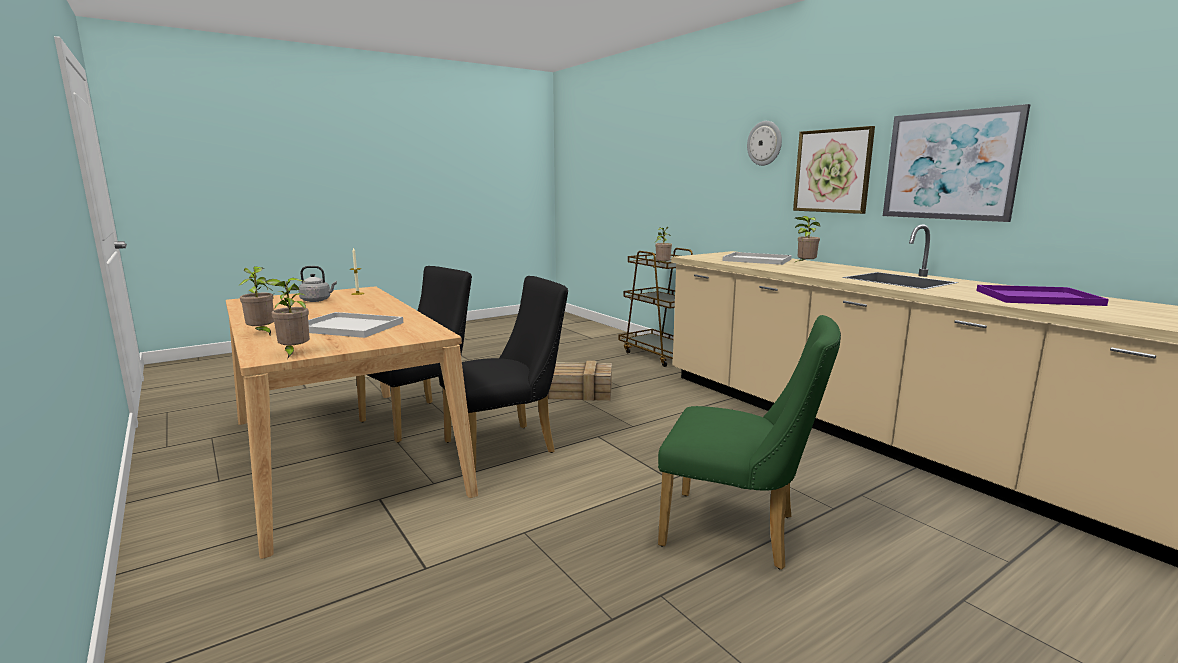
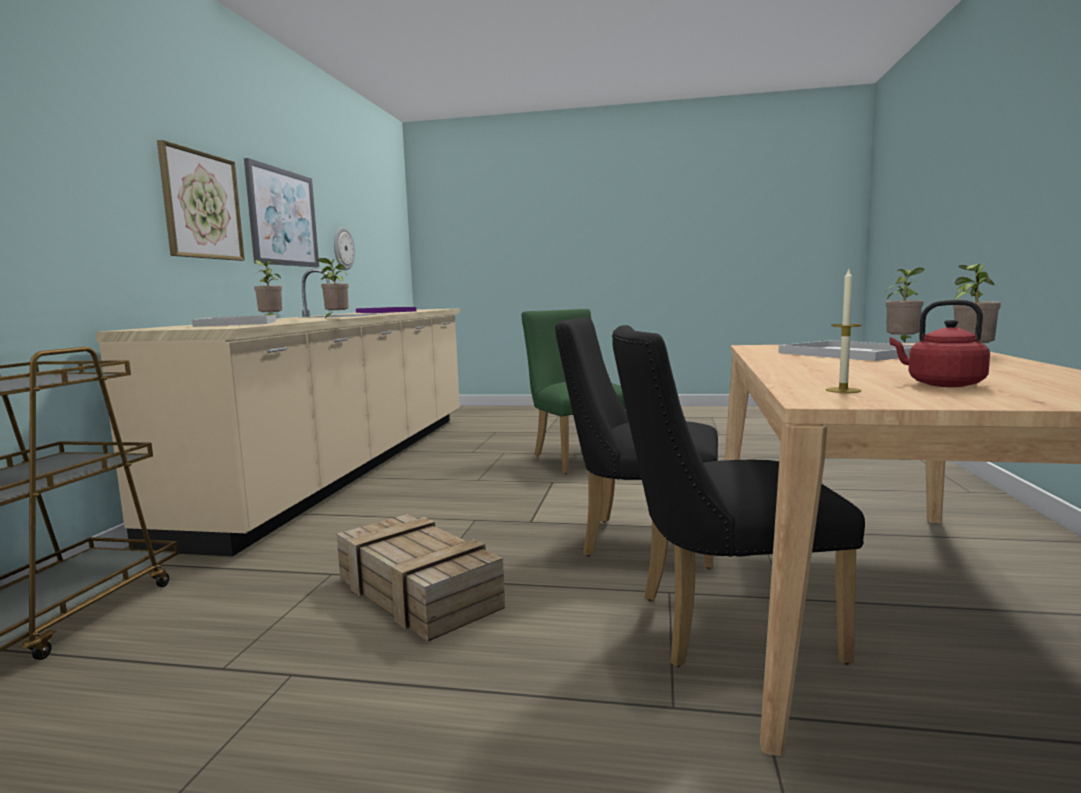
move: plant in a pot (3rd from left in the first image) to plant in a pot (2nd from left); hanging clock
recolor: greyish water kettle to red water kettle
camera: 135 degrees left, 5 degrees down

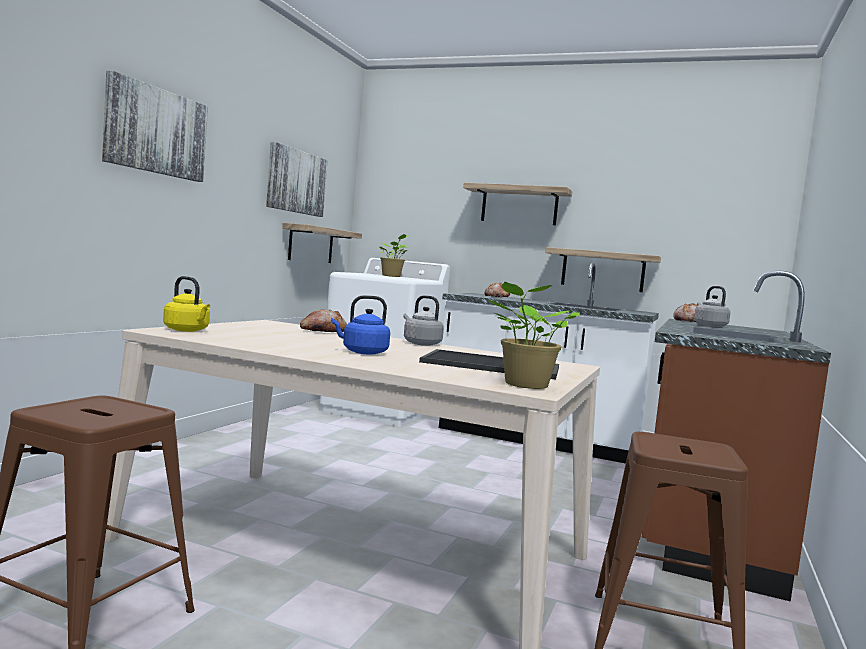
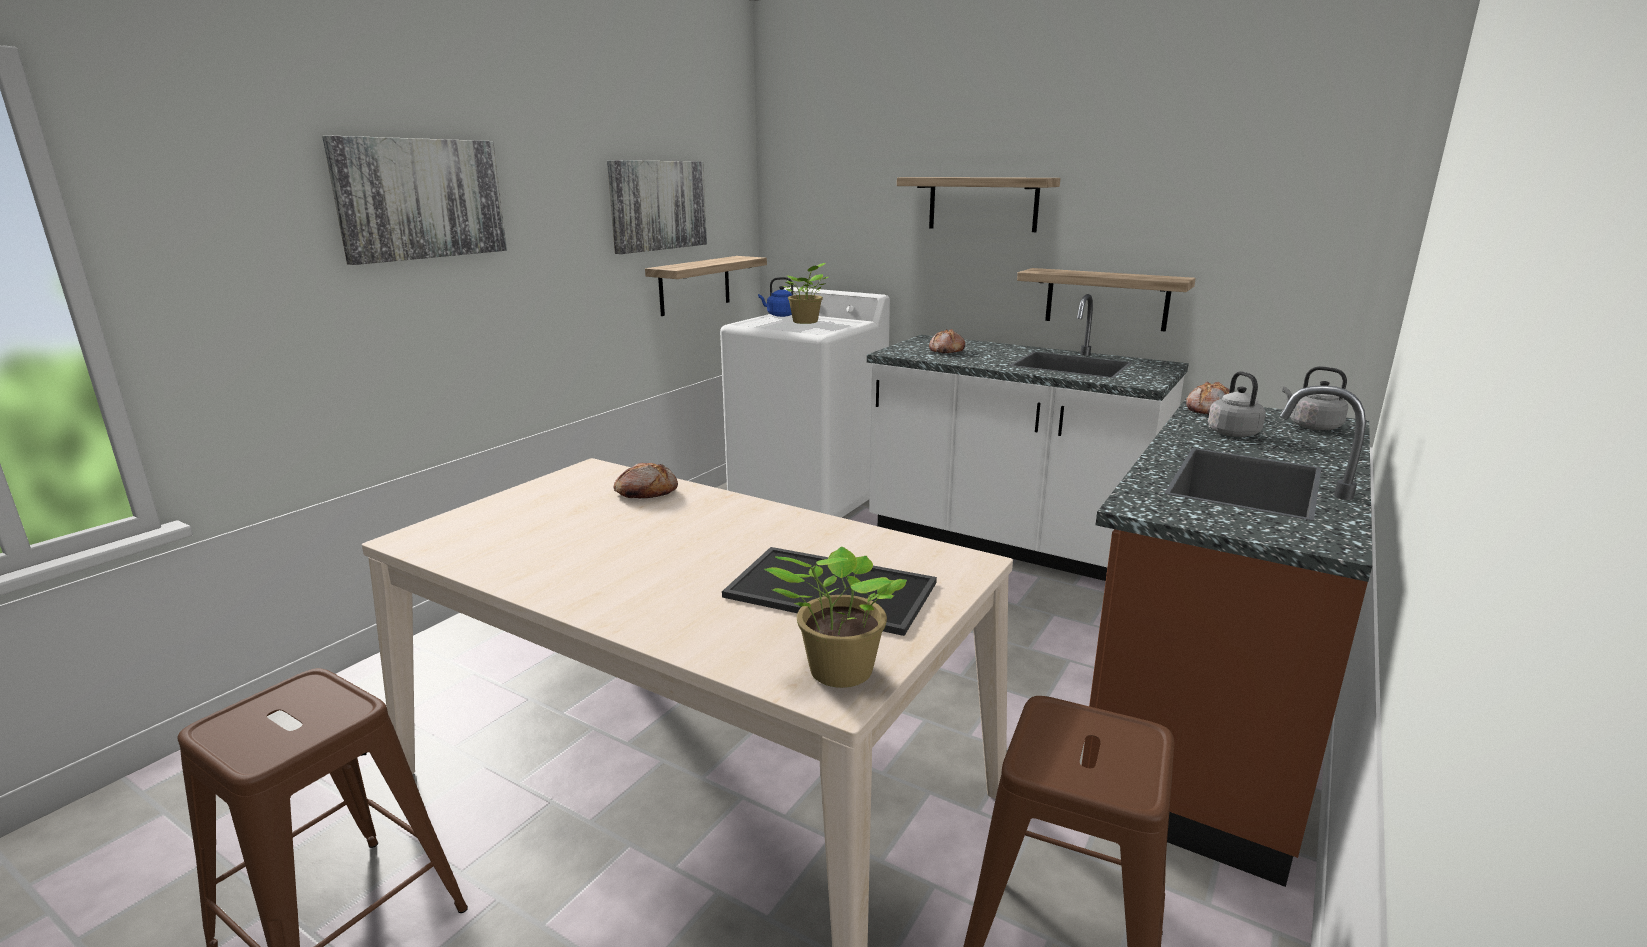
delete: yellow-coloured water kettle
move: bluish water kettle; greyish water kettle (1st from left in the first image) to greyish water kettle (2nd from left)
camera: 10 degrees right, 15 degrees up

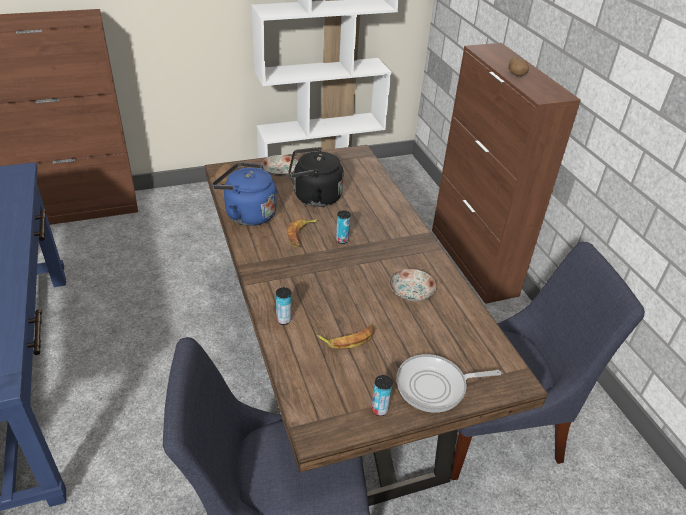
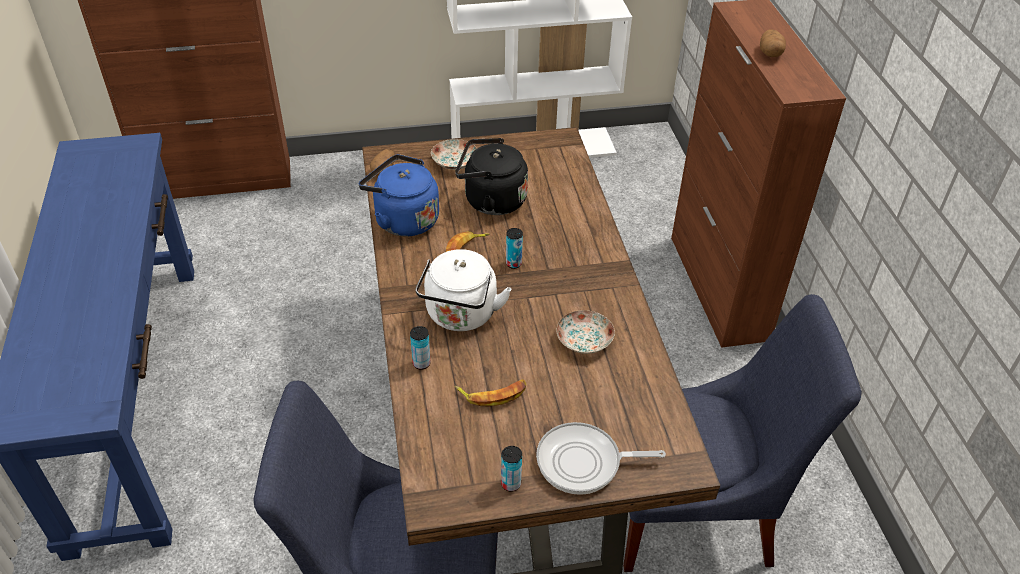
insert: whitish water kettle
camera: 10 degrees right, 5 degrees up

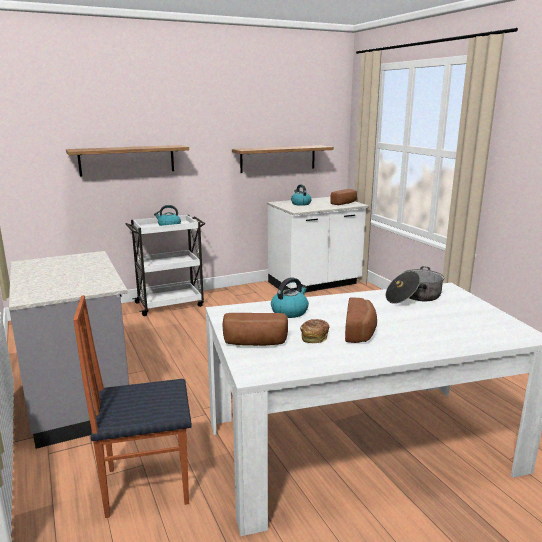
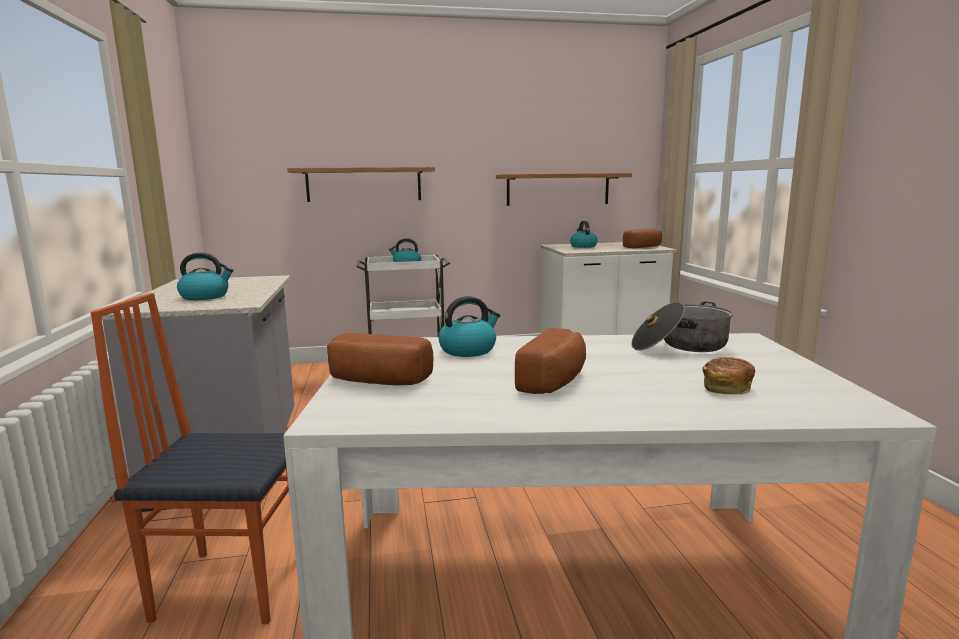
insert: water kettle (1st from left)
move: bread (2nd from left in the first image) to bread (4th from left)
camera: 15 degrees right, 5 degrees down

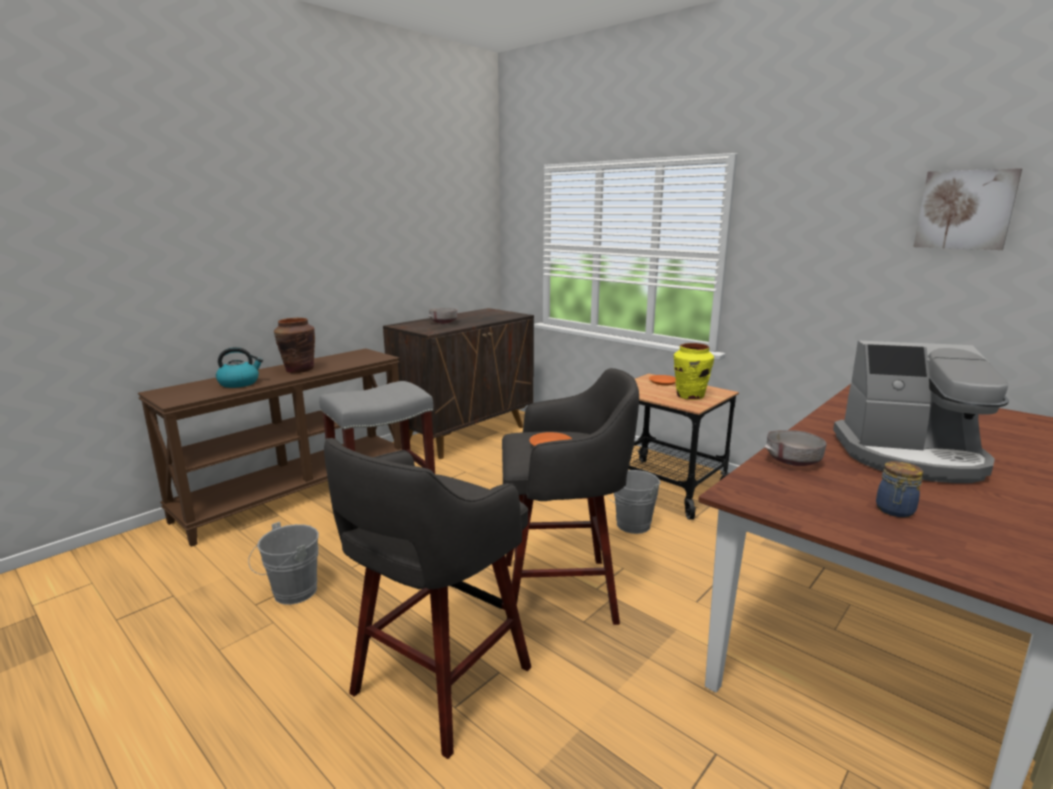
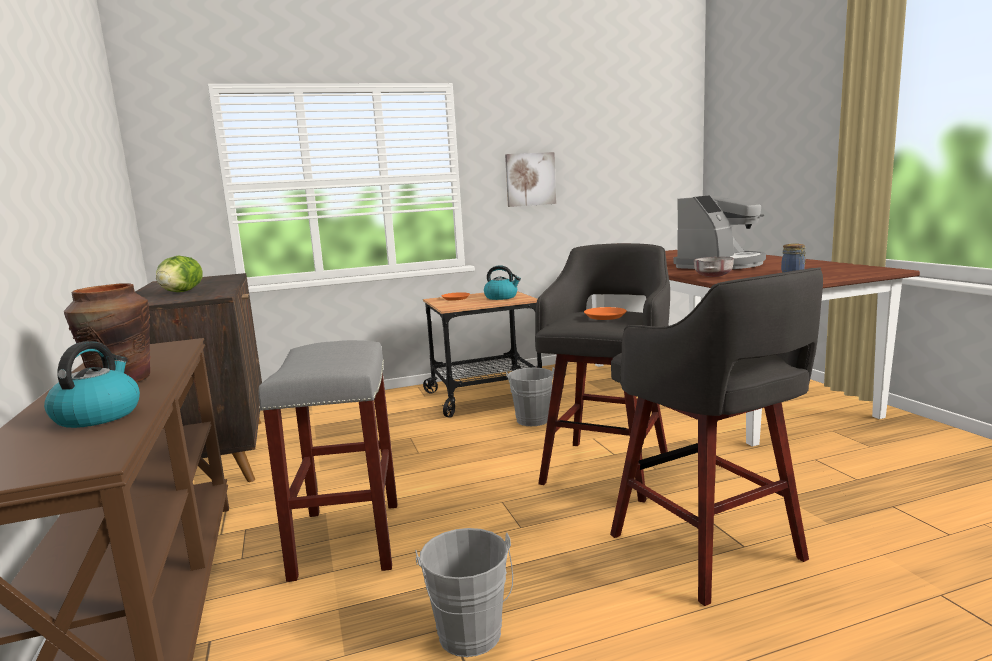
move: picture
replace: greyish bowl (1st from left) to head of lettuce; yellow-coloured decorative vase to water kettle (2nd from left)
camera: 60 degrees left, 5 degrees down

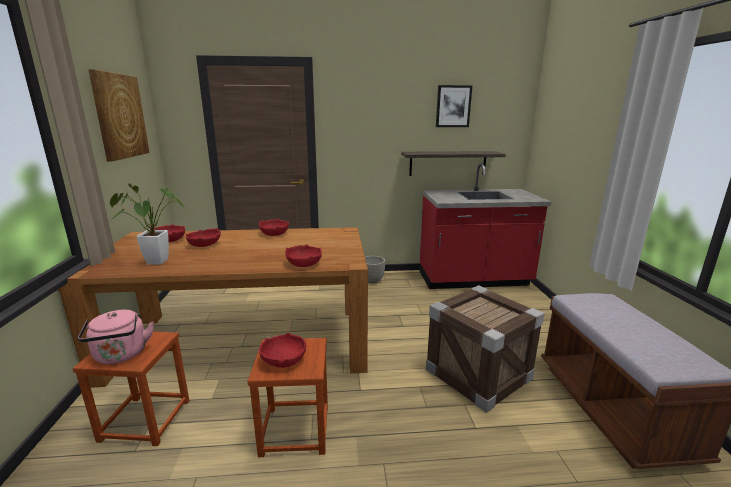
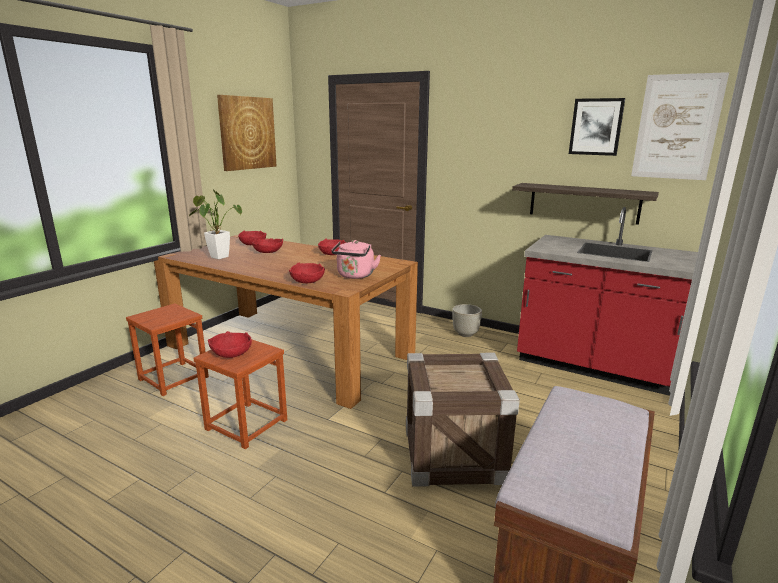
insert: picture (3rd from left)
move: pink-coloured water kettle
camera: 35 degrees right, 0 degrees up

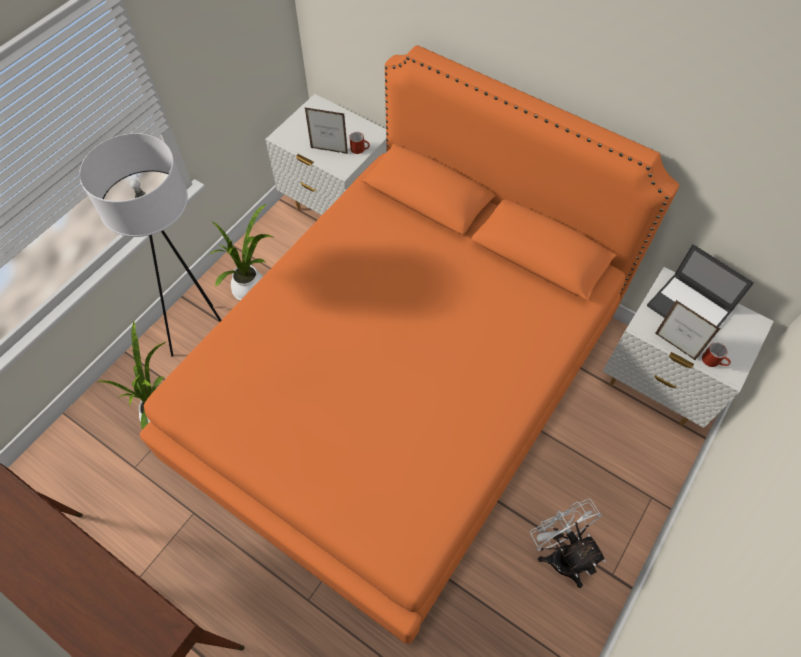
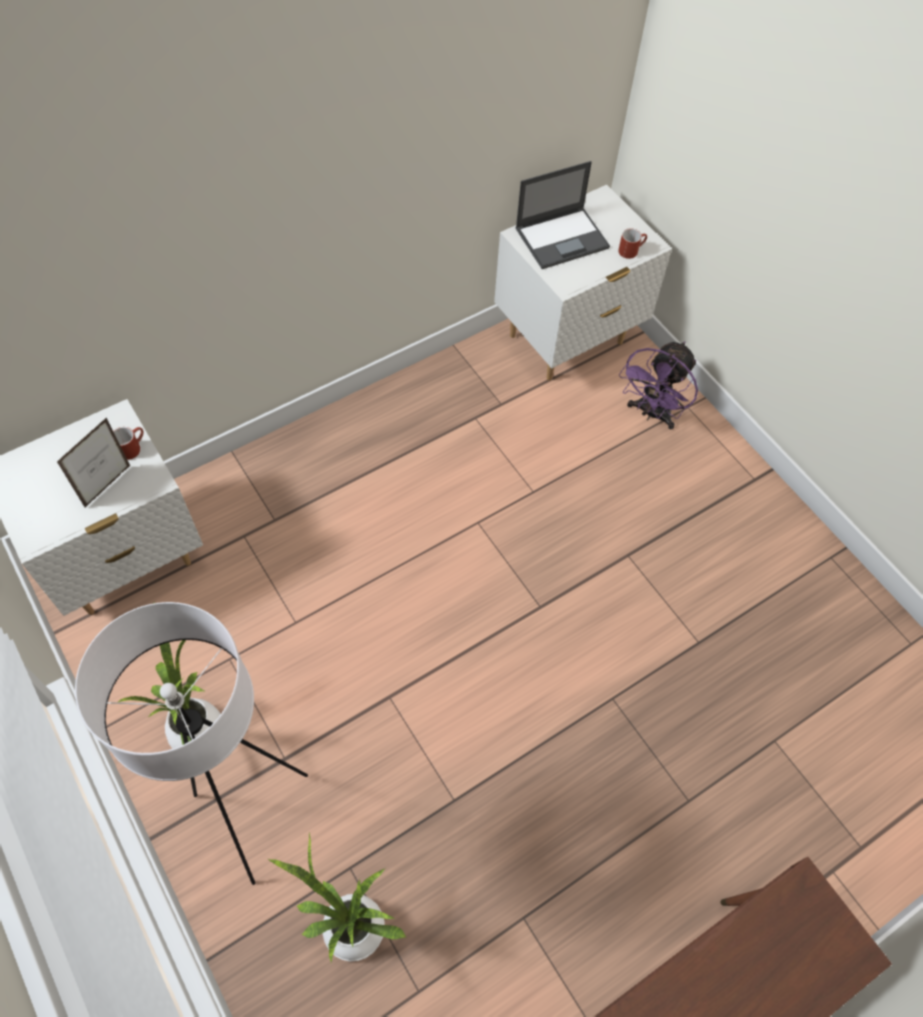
delete: orange bed; whitish electric fan; photo frame (2nd from left)
insert: purple-coloured electric fan
camera: 70 degrees left, 0 degrees up

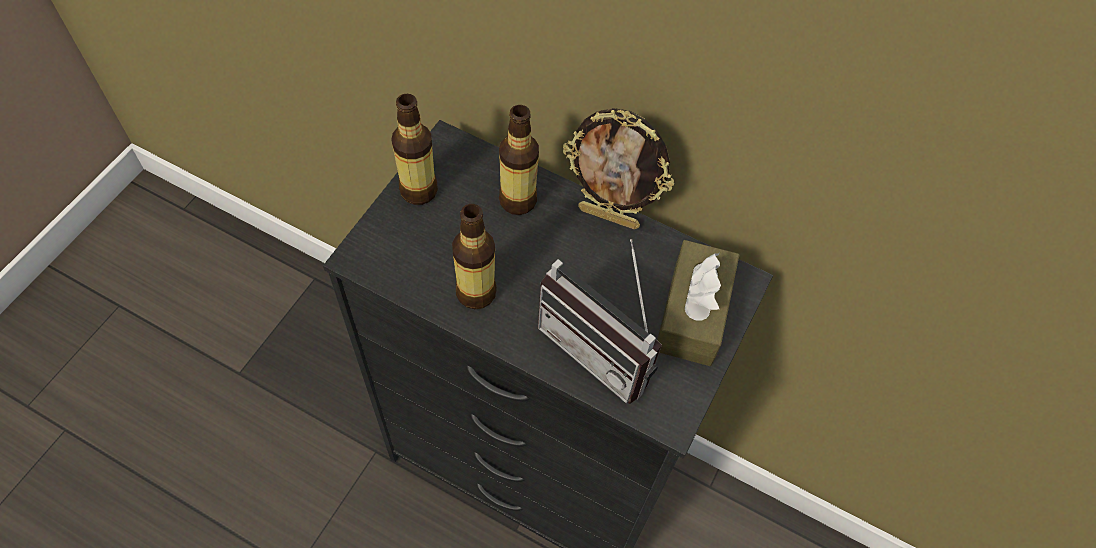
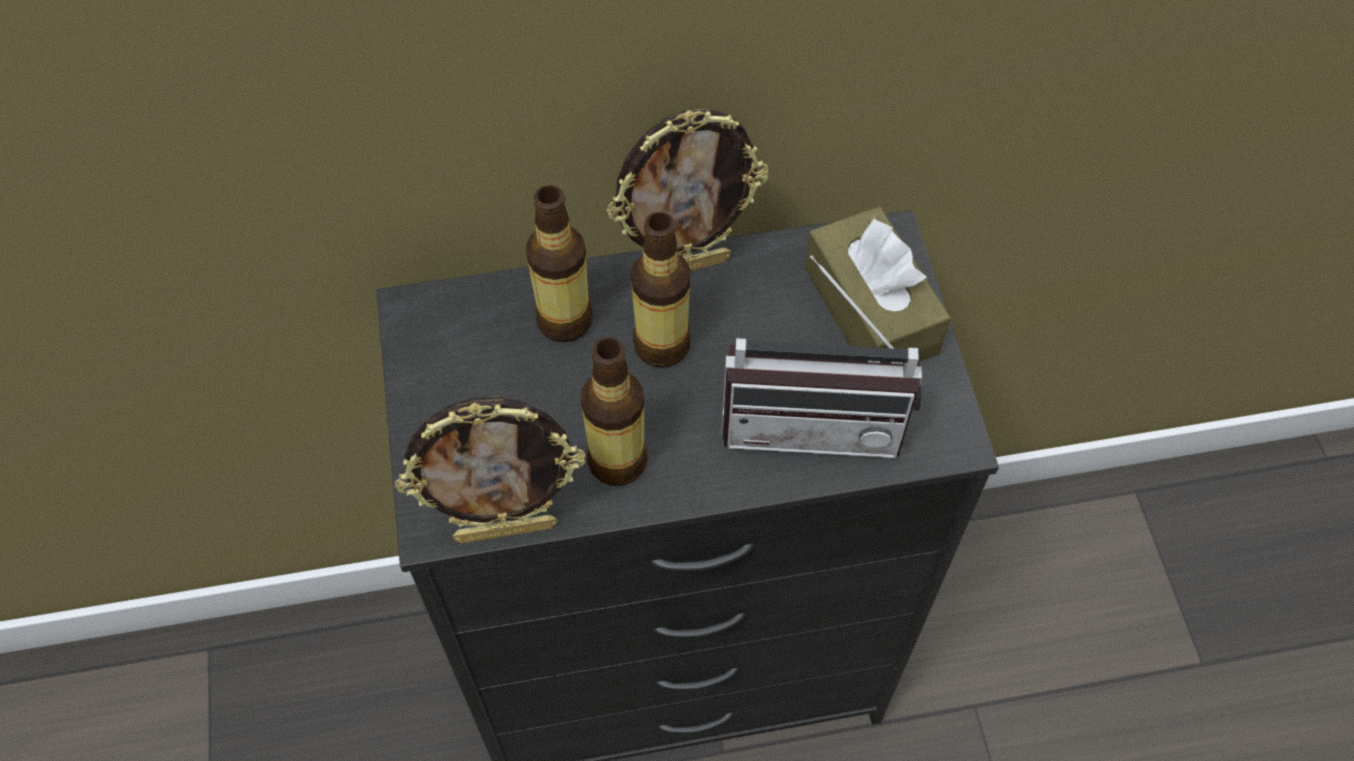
insert: photo frame (1st from left)
move: bottle (1st from left in the first image) to bottle (3rd from left)
camera: 35 degrees left, 0 degrees up

